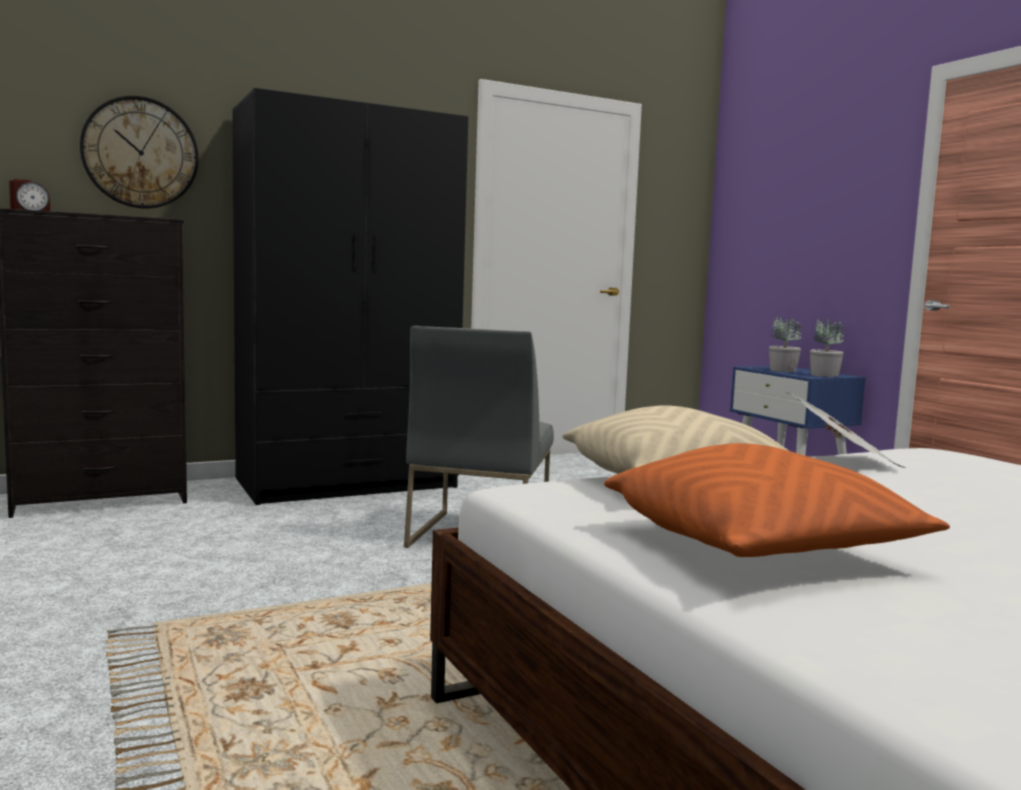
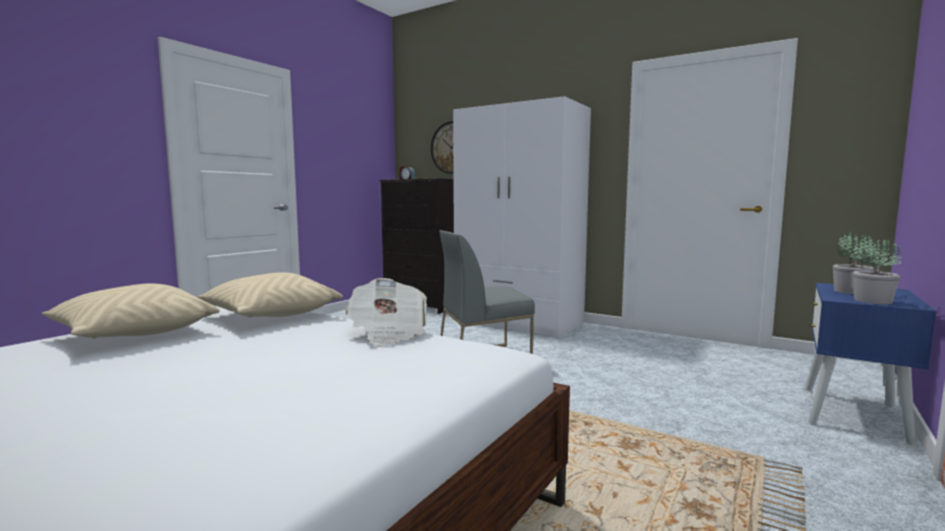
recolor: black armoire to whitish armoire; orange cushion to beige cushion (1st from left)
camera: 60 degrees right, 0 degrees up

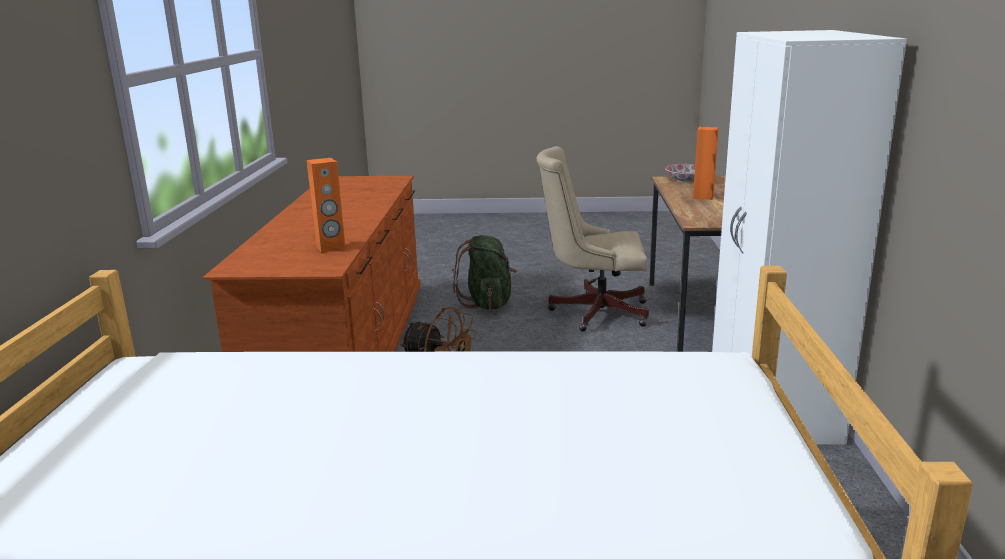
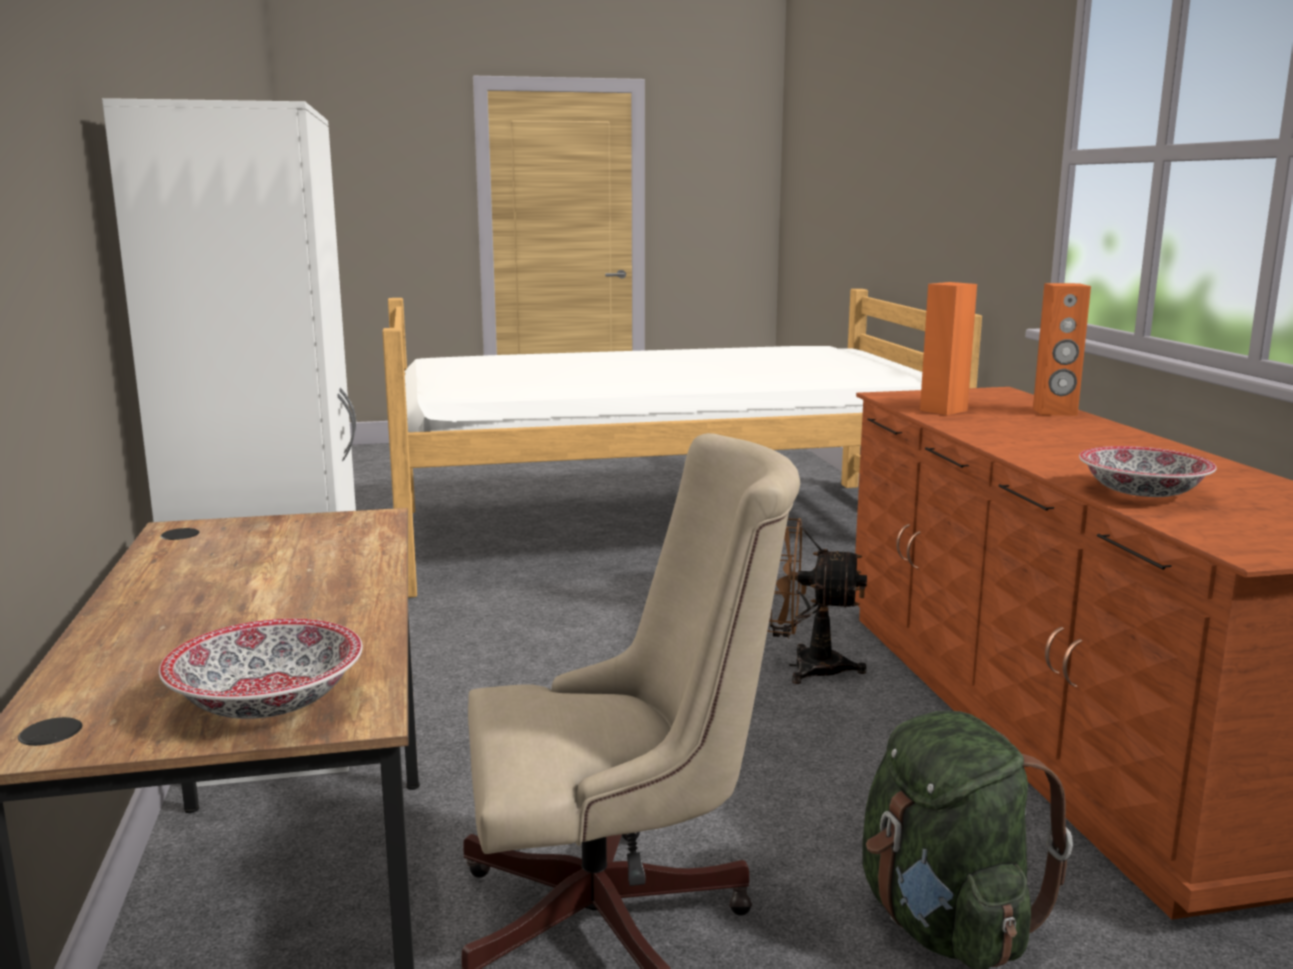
insert: bowl (2nd from left)
move: orange loudspeaker (2nd from left)
camera: 165 degrees right, 5 degrees down

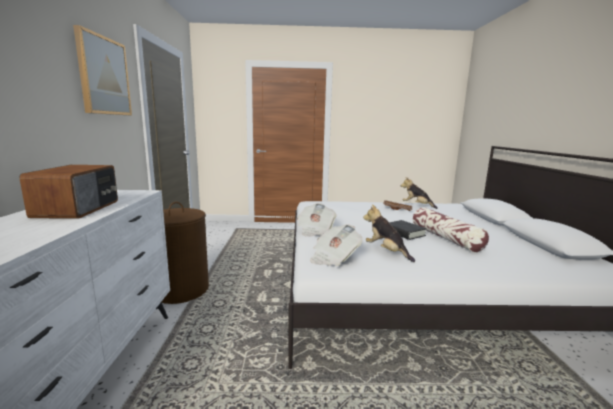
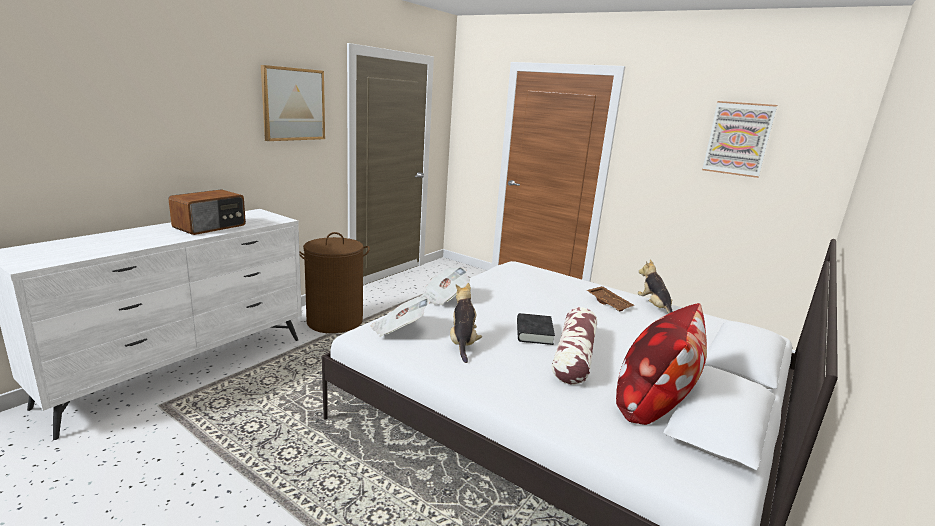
insert: cushion (2nd from left); picture (2nd from left)
camera: 35 degrees right, 5 degrees up

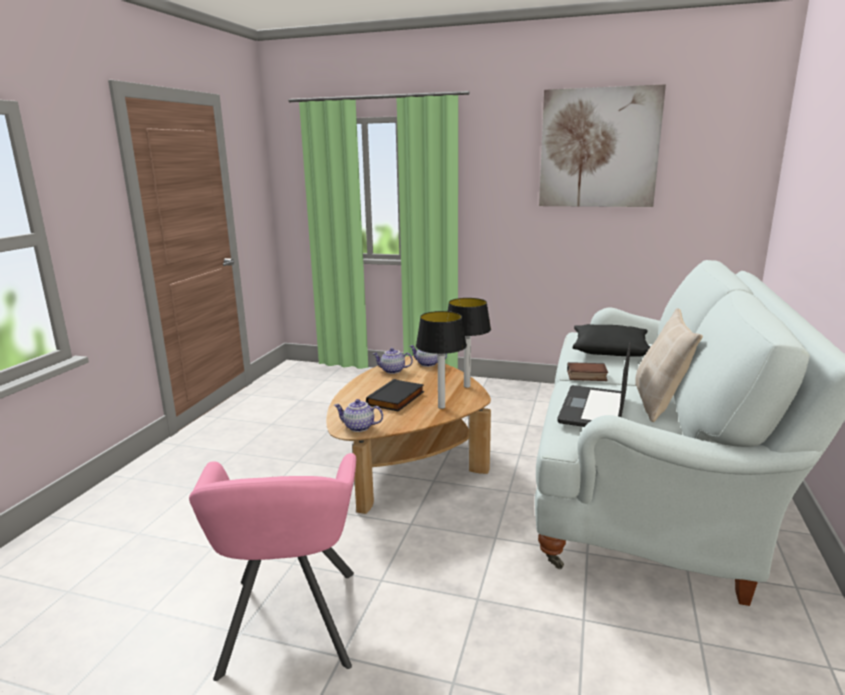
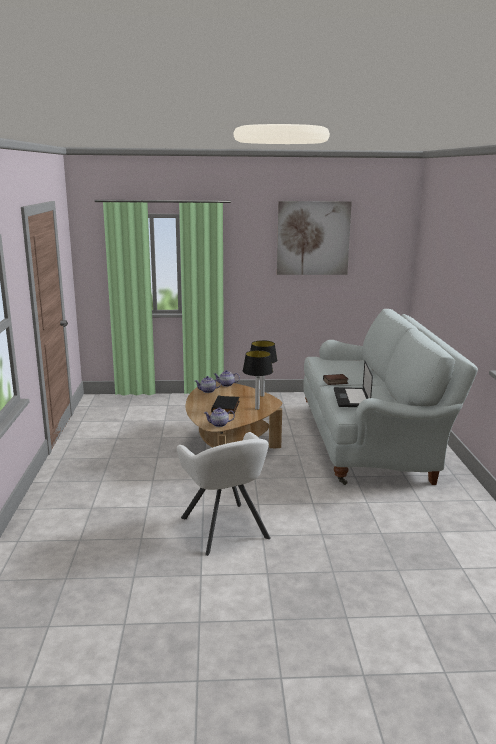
delete: black cushion; beige cushion
recolor: pink-coloured easy chair to whitish easy chair
camera: 20 degrees left, 0 degrees up

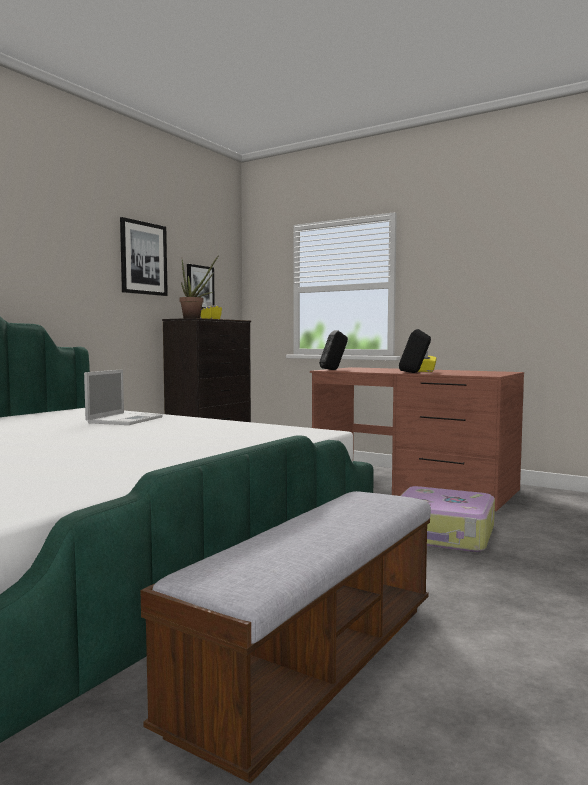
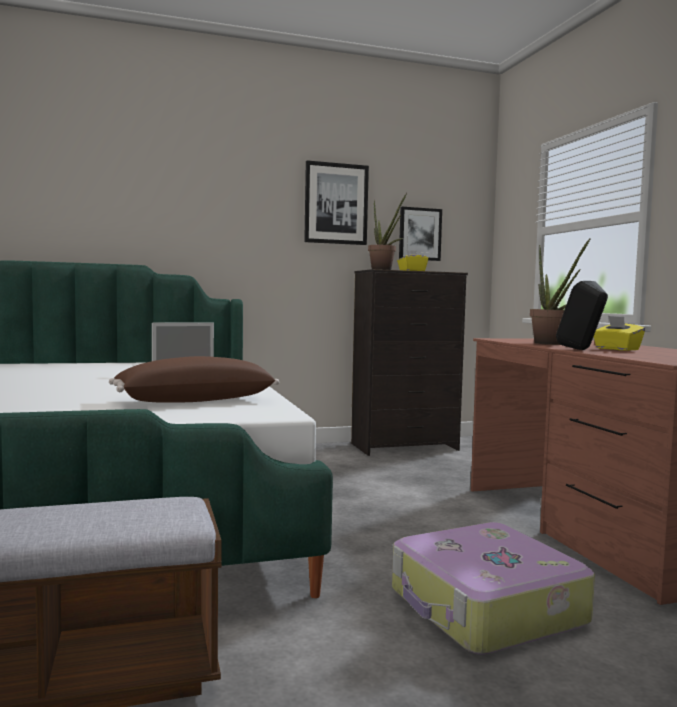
delete: black loudspeaker (1st from left)
insert: brown-coloured cushion; plant in a pot (2nd from left)
camera: 40 degrees right, 0 degrees up

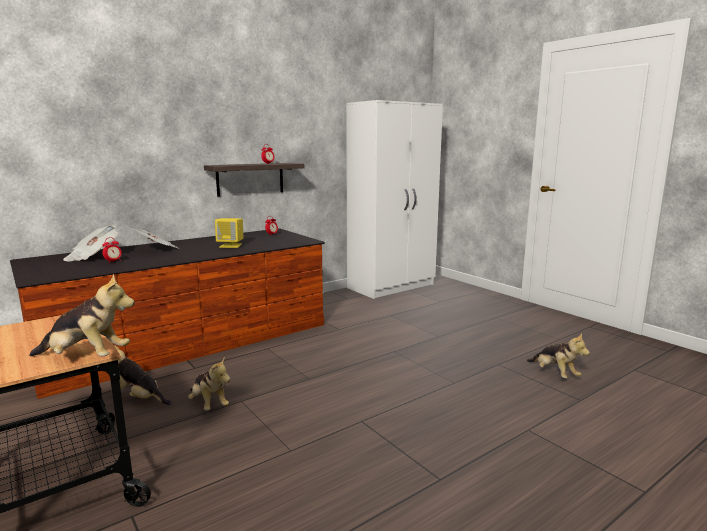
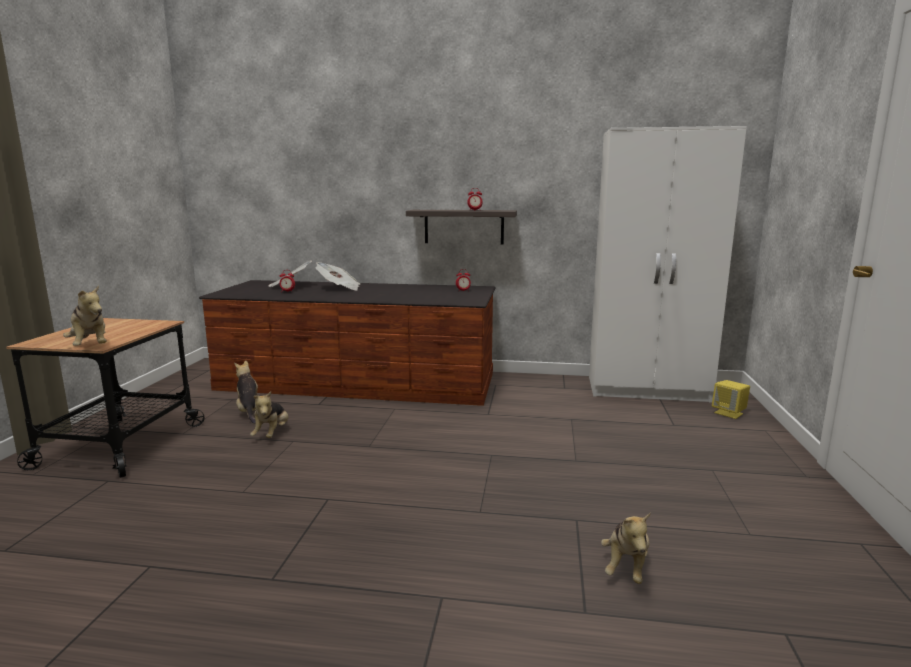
move: yellow-coloured loudspeaker
camera: 45 degrees right, 0 degrees up

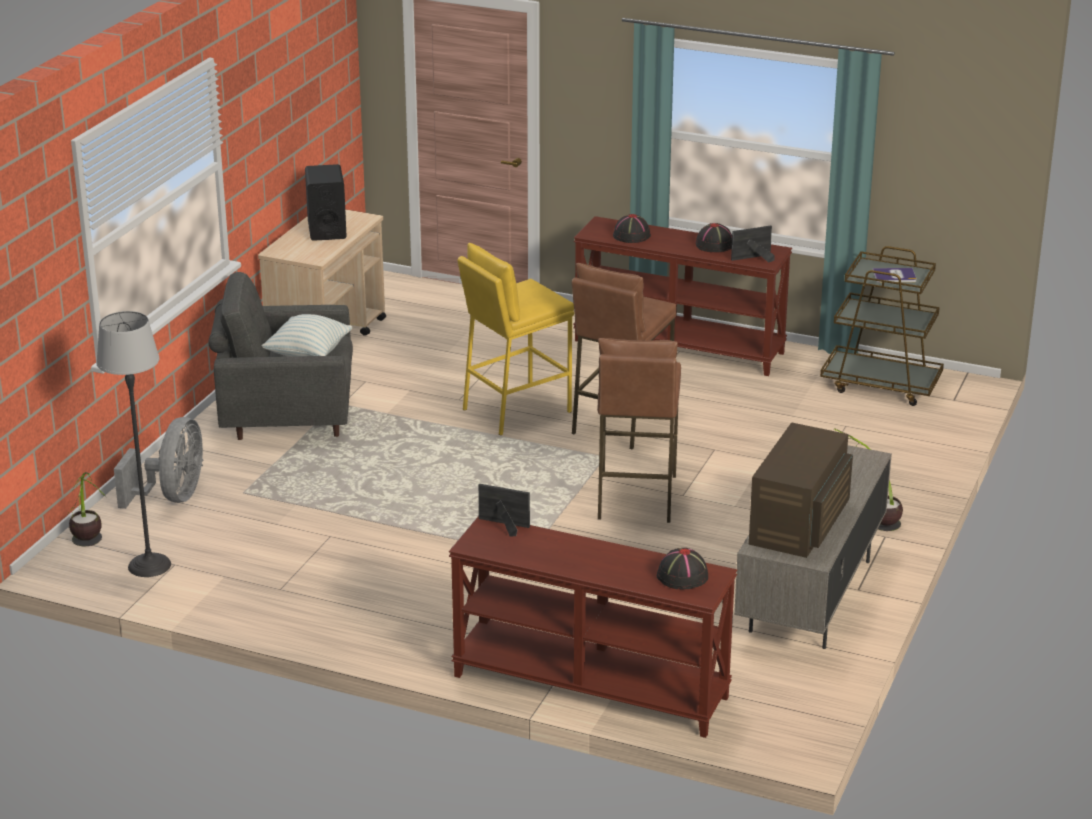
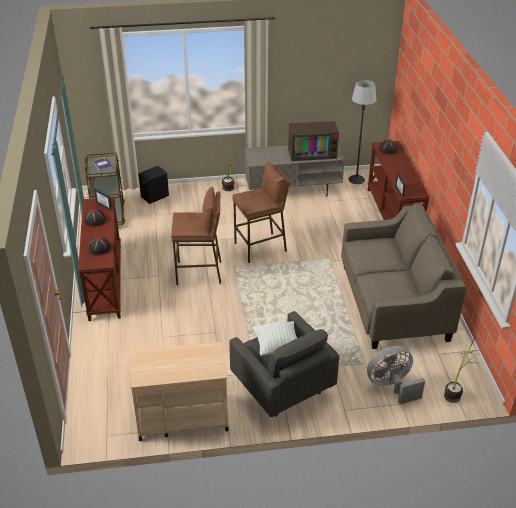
delete: yellow-coloured stool
insert: beige settee
move: floor lamp; black loudspeaker
camera: 120 degrees left, 10 degrees up

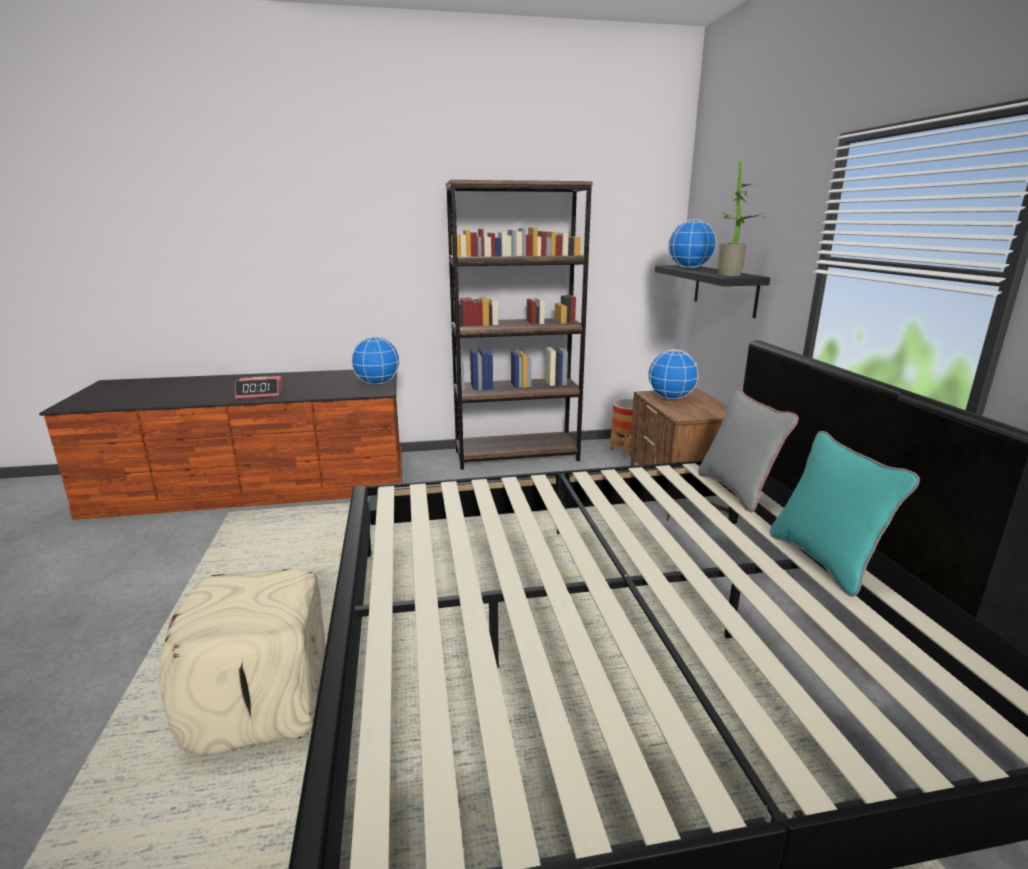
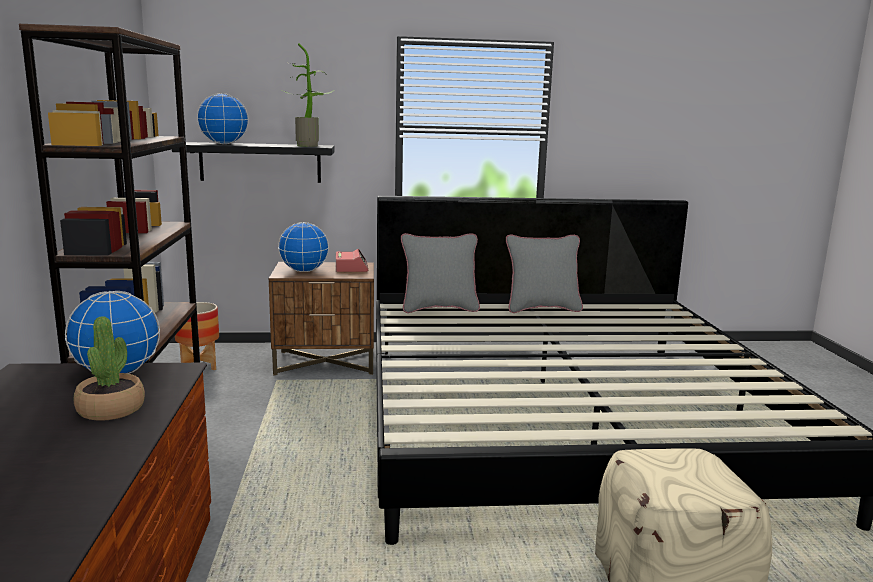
insert: plant in a pot (1st from left)
move: table clock
recolor: blue-green cushion to greyish cushion (2nd from left)
camera: 85 degrees left, 5 degrees down

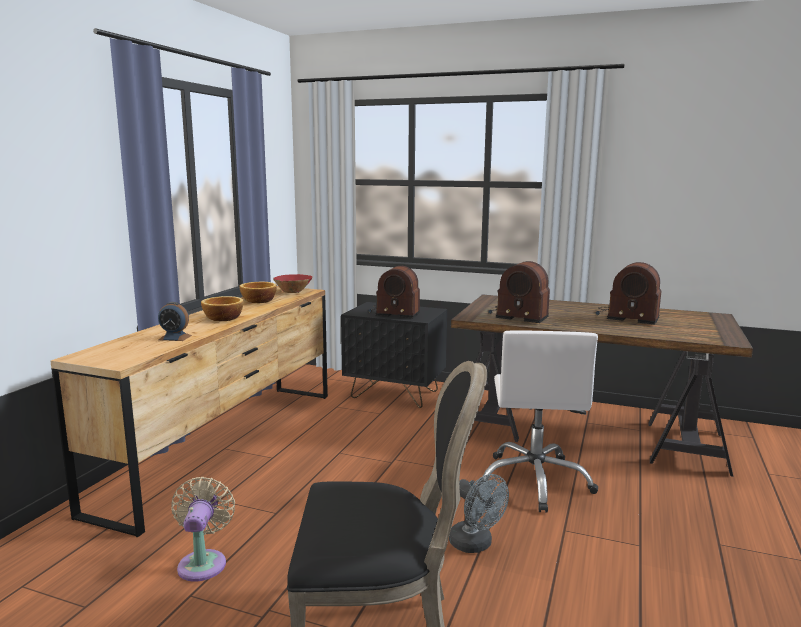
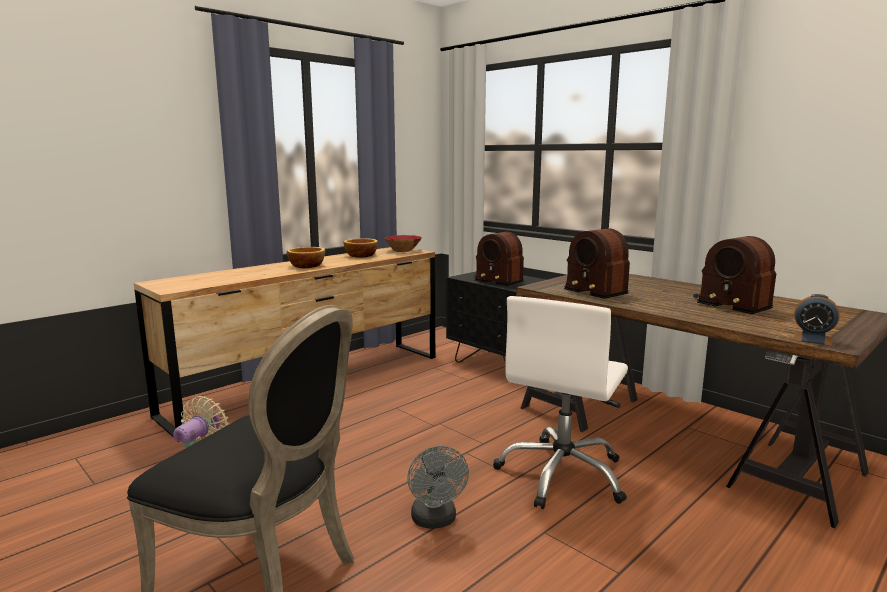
move: table clock
camera: 25 degrees right, 0 degrees up

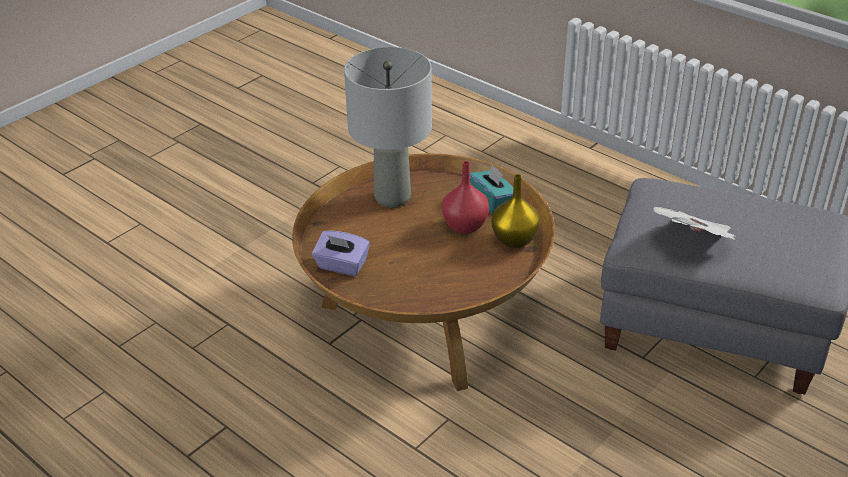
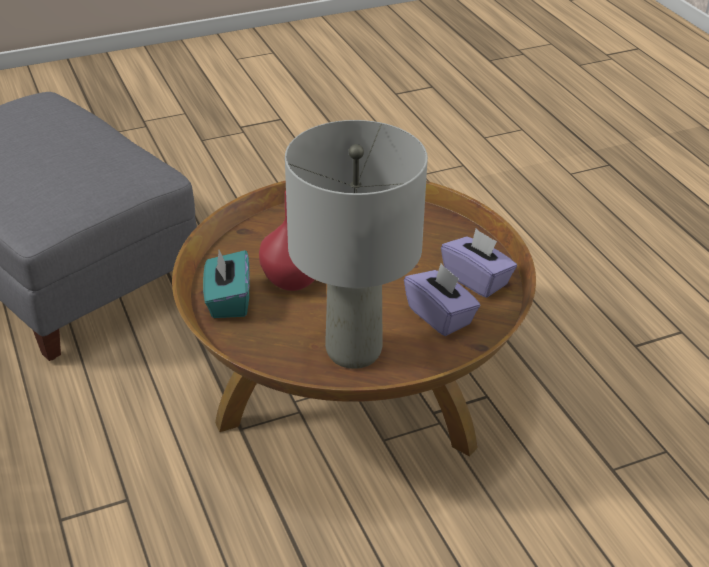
delete: yellow-coloured decorative vase; daily paper
insert: purple-coloured tissue box (1st from left)
camera: 155 degrees left, 0 degrees up

